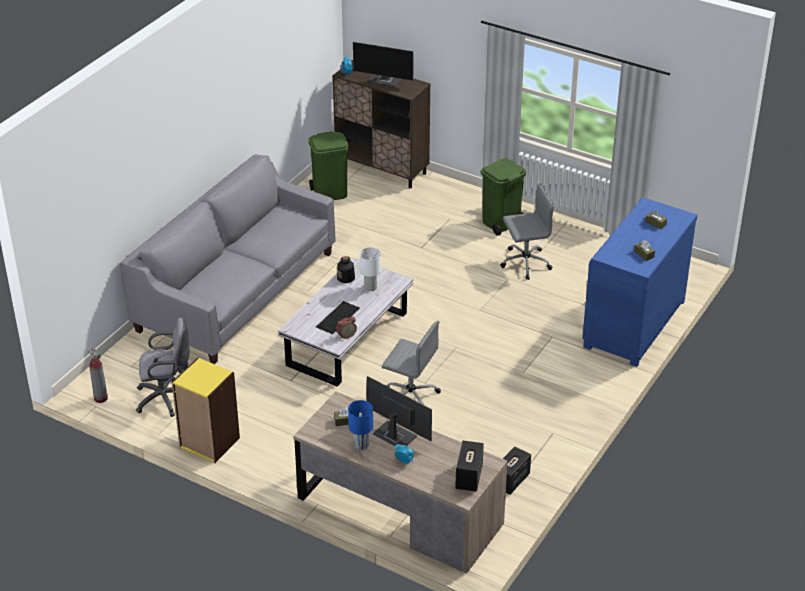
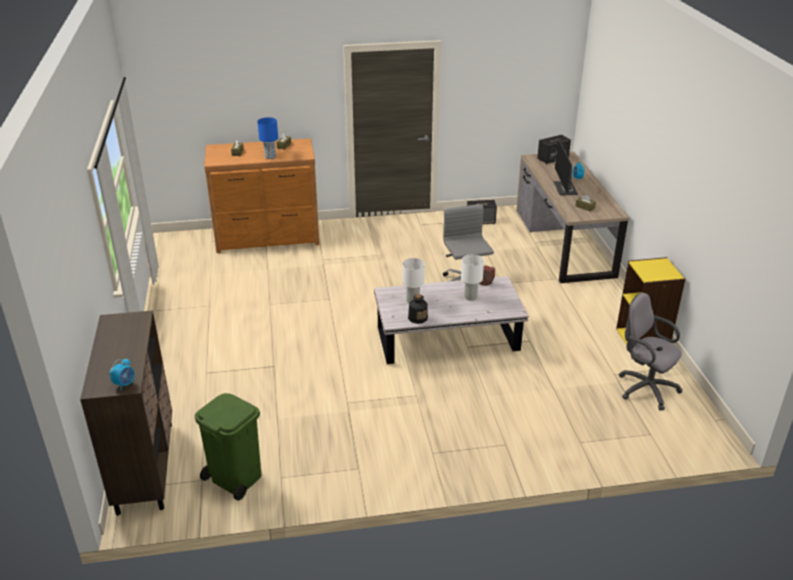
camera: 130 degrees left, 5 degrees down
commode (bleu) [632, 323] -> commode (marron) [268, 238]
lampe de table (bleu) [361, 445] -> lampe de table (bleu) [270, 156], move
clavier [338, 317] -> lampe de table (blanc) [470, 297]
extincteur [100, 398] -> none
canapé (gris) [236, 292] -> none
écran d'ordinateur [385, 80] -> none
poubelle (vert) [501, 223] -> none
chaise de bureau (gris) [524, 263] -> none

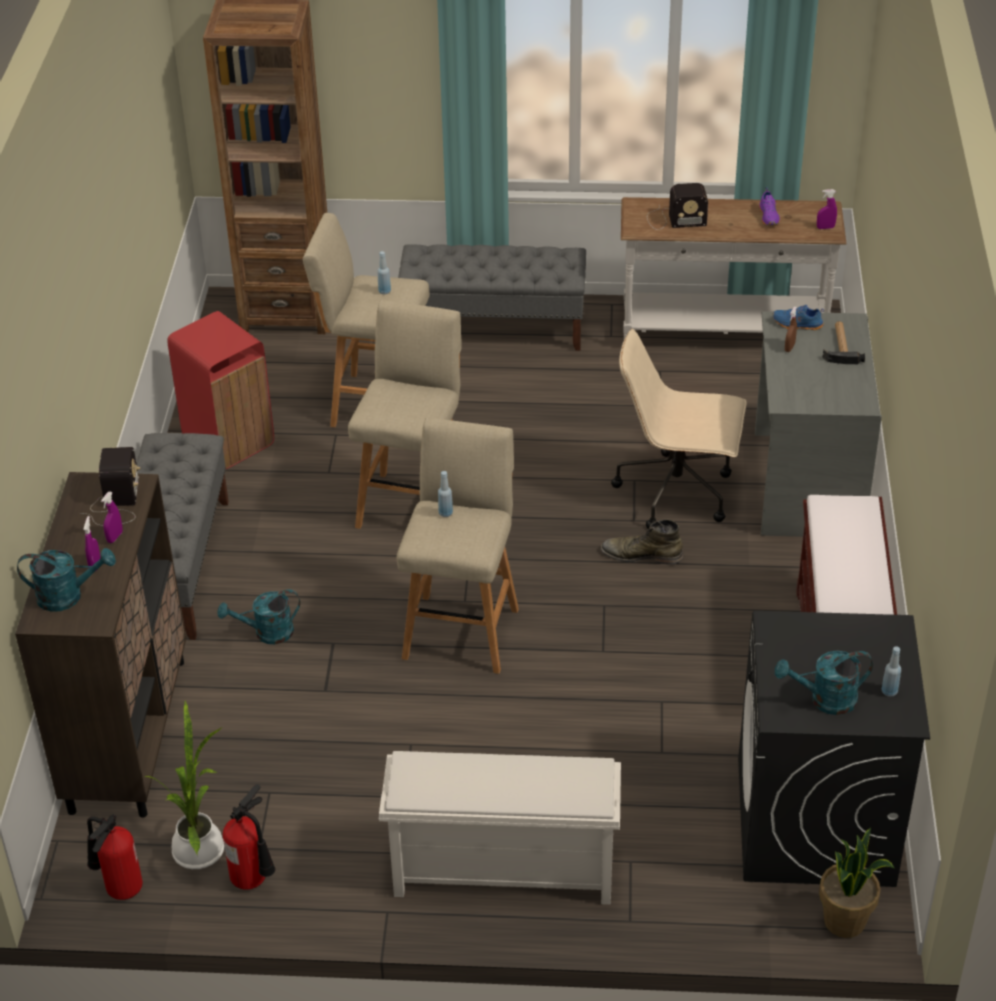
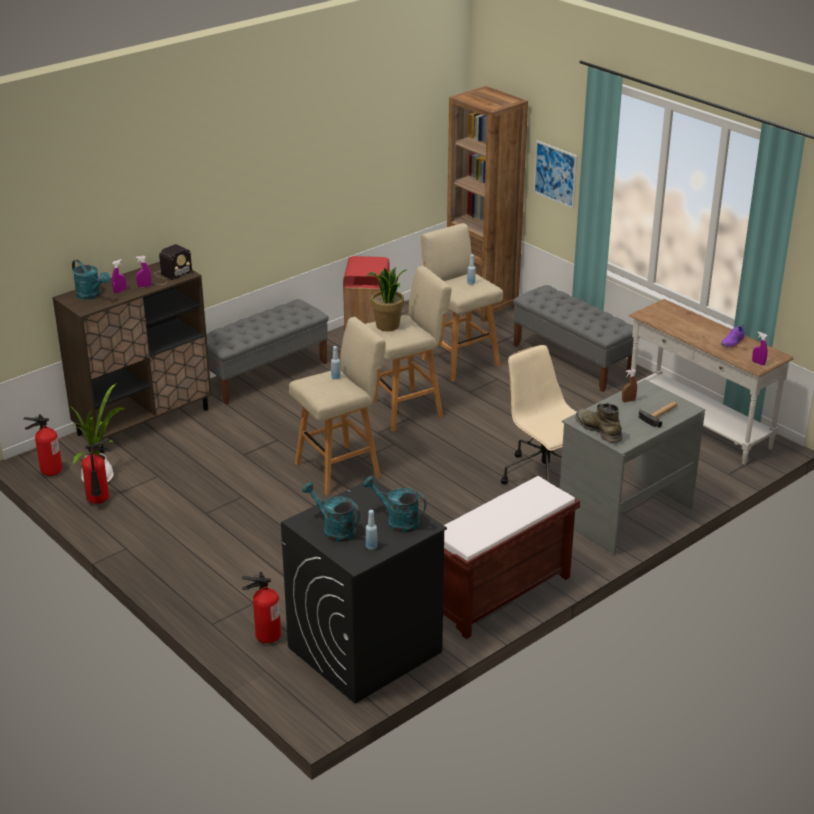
camera: 45 degrees right, 10 degrees down
none -> extincteur [266, 635]
arrosoir (turquoise) [267, 633] -> arrosoir (turquoise) [397, 521], move
plante en pot [845, 921] -> plante en pot [387, 326], move
none -> tableau [555, 174]
botte (vert) [641, 554] -> botte (vert) [598, 429], move
étagère à chaussures (blanc) [501, 872] -> none
radio [674, 219] -> none
chaussure (bleu) [797, 325] -> none

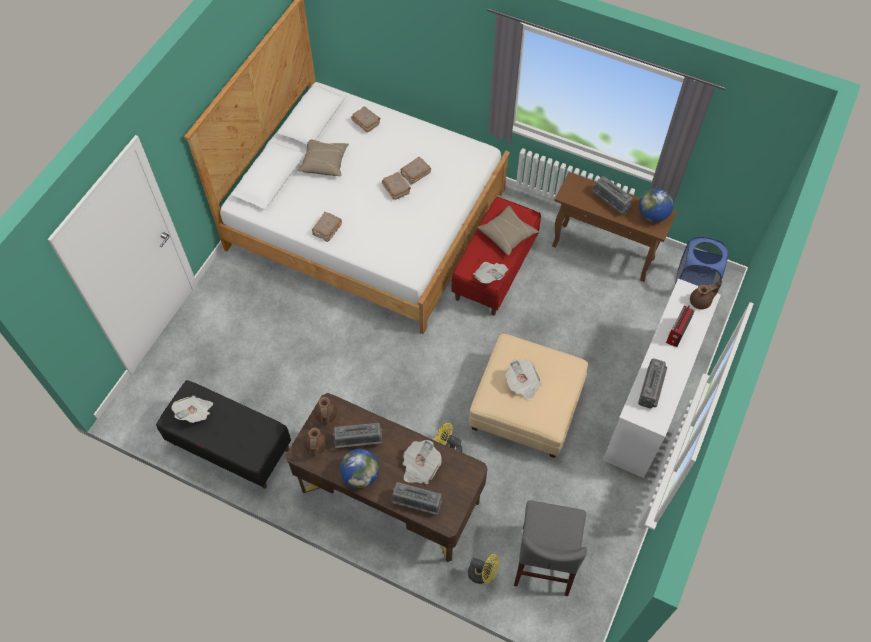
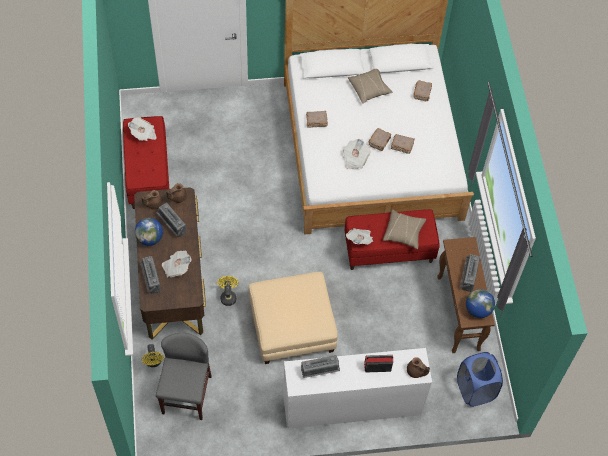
camera: 55 degrees right, 0 degrees up
banc (noir) [230, 446] -> banc (rouge) [148, 173]
chaise (gris) [545, 560] -> chaise (gris) [186, 395], 120 degrees clockwise
journal [522, 384] -> journal [355, 159], move

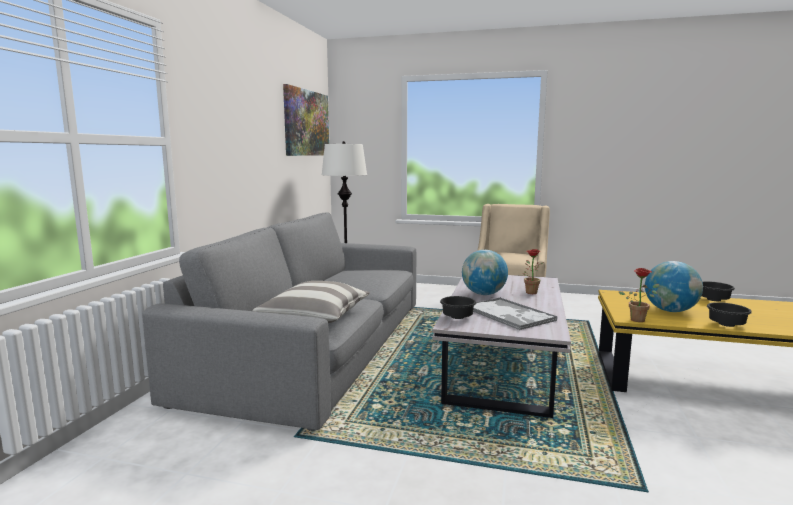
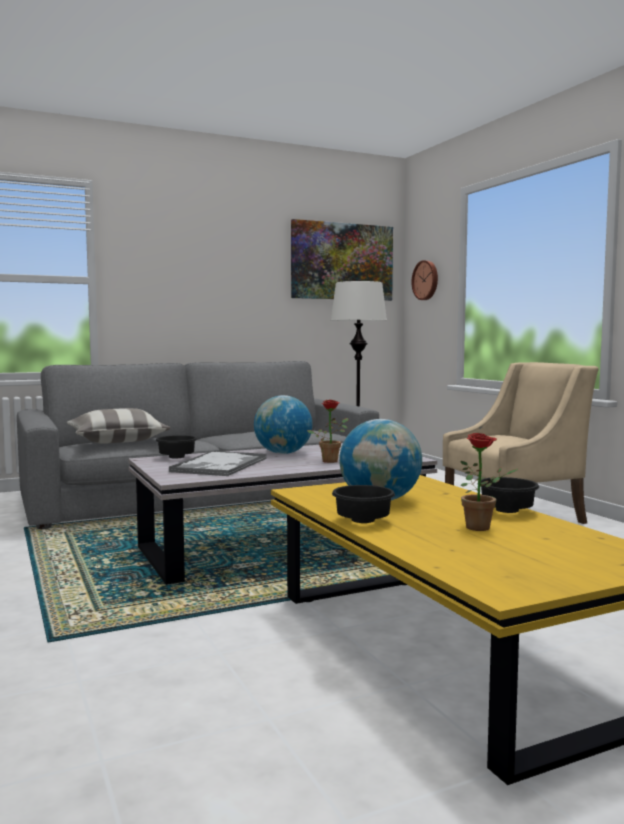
camera: 50 degrees right, 5 degrees down
none -> horloge murale [426, 280]
plante en pot [639, 319] -> plante en pot [483, 528], move

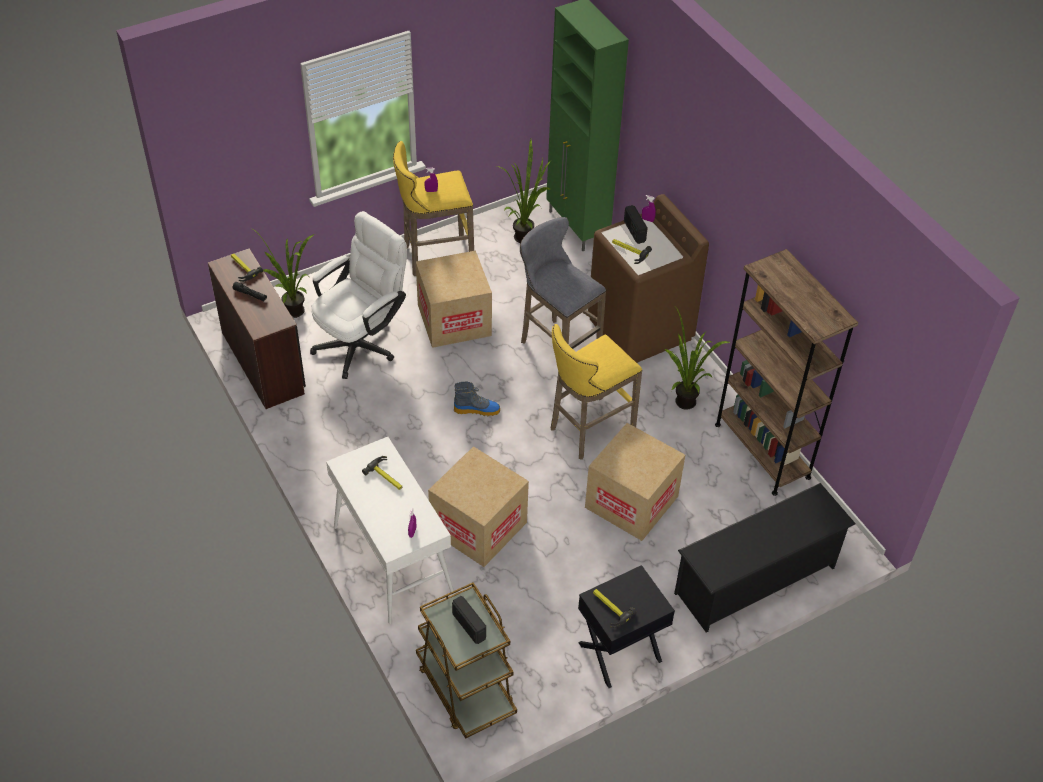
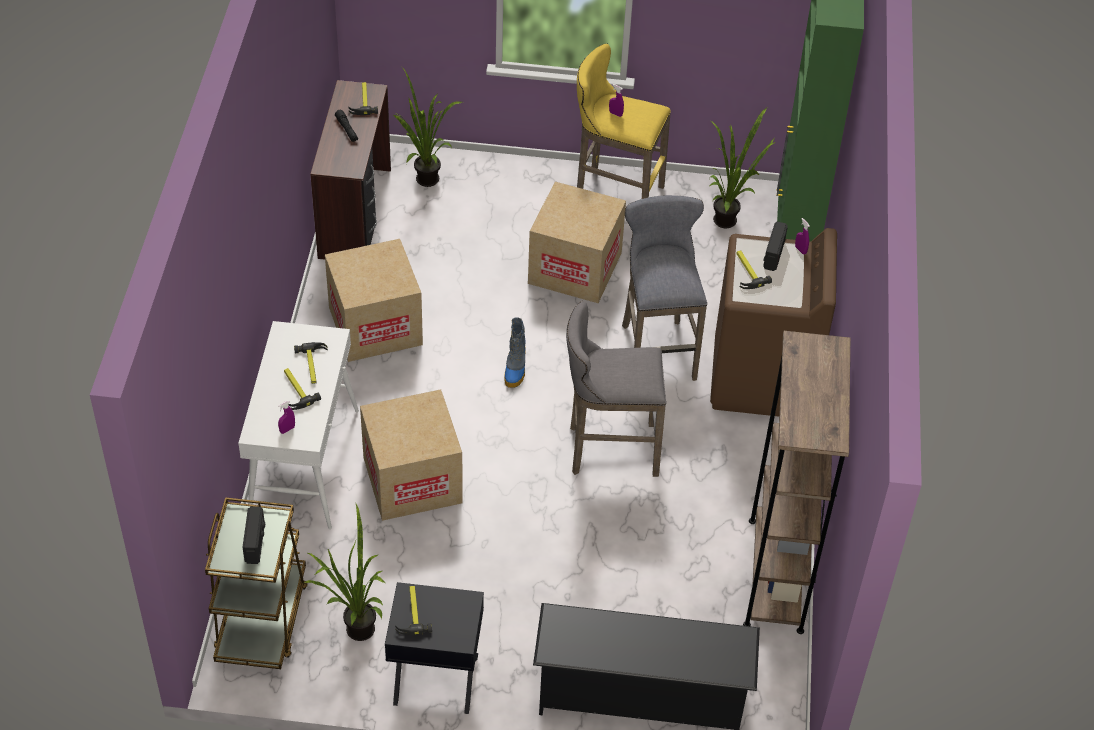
camera: 35 degrees right, 0 degrees up
none -> marteau [295, 390]
plante en pot [683, 406] -> plante en pot [353, 632], move
carton [631, 502] -> carton [375, 326], move
botte [477, 410] -> botte [515, 368], 60 degrees clockwise
tabouret (jaune) [588, 430] -> tabouret (gris) [608, 450]
chaise de bureau (blanc) [362, 342] -> none

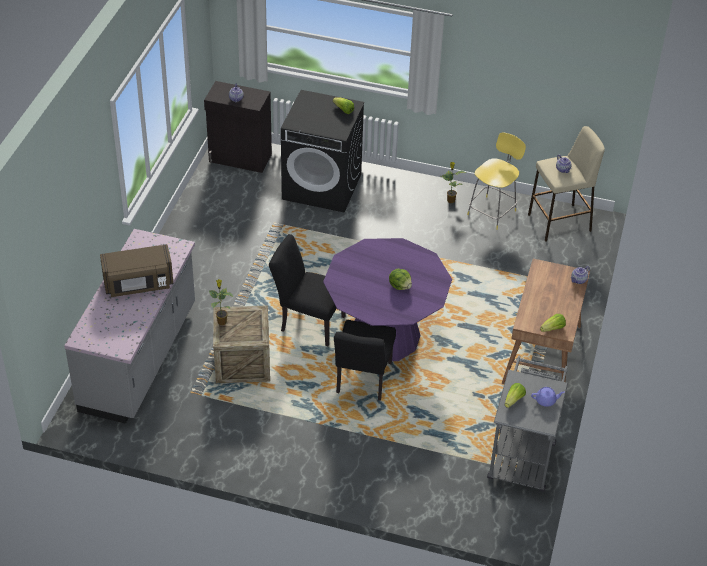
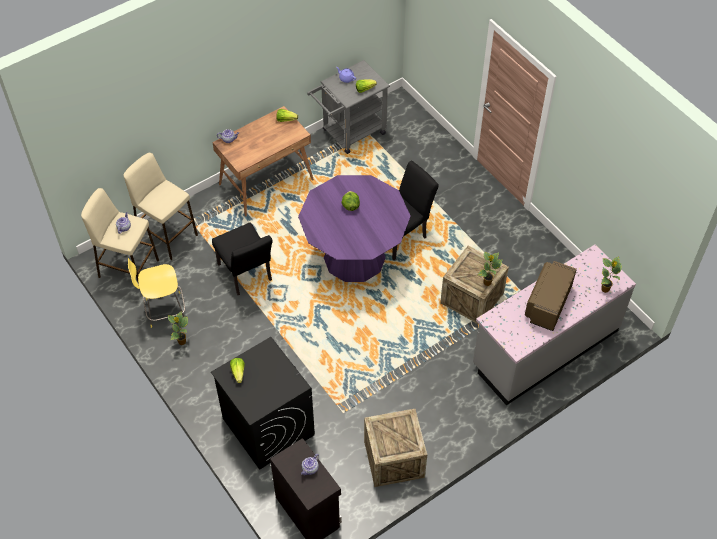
camera: 140 degrees left, 10 degrees up
none -> tabouret (beige) [167, 235]
chaise (noir) [308, 322] -> chaise (noir) [247, 275], move
none -> caisse [394, 459]
micro-ondes (marron) [138, 284] -> micro-ondes (marron) [548, 303], 90 degrees counterclockwise
none -> plante en pot [605, 290]

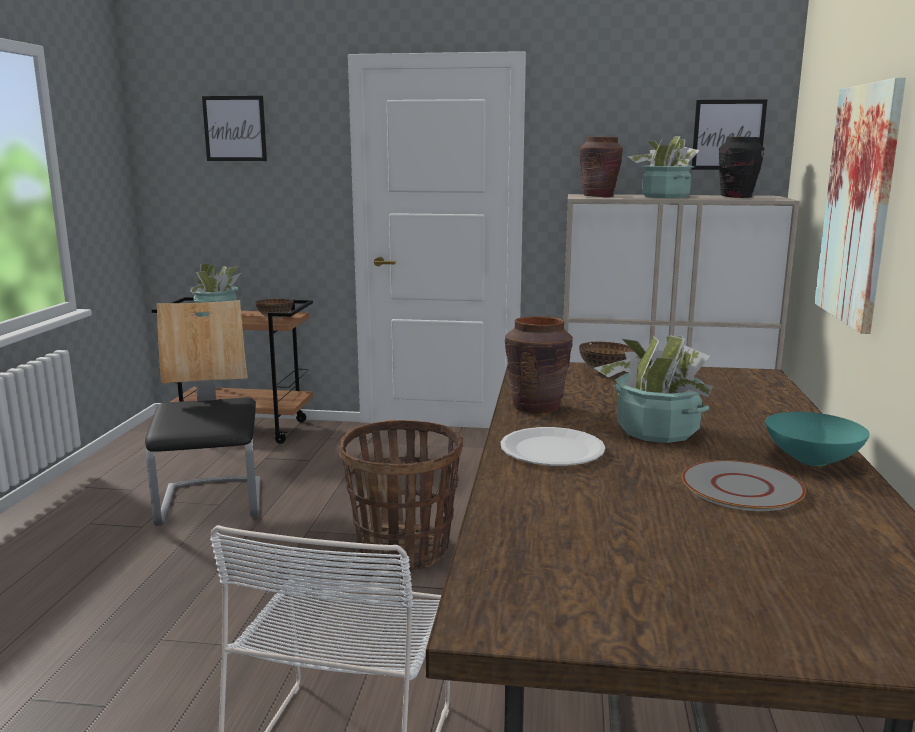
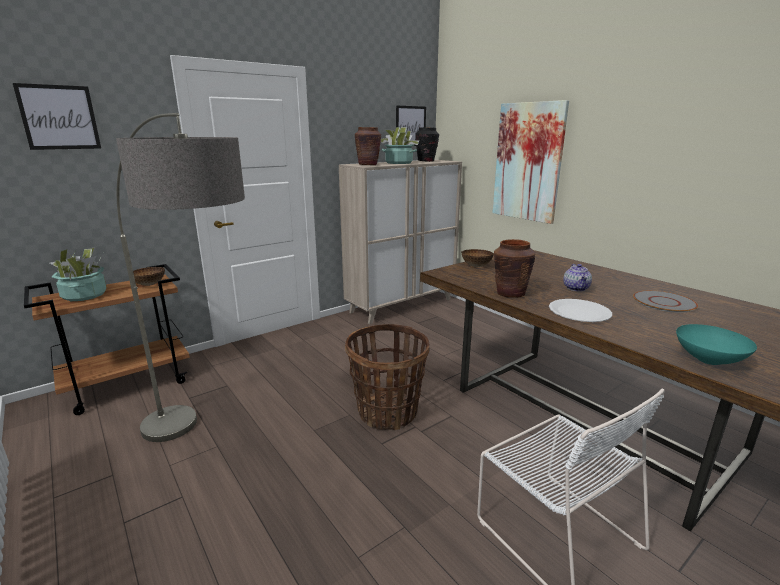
camera: 45 degrees left, 5 degrees up
chaise [212, 502] -> lampadaire [208, 448]
plante en pot [657, 430] -> théière [576, 288]
bol (turquoise) [813, 461] -> bol (turquoise) [710, 360], move

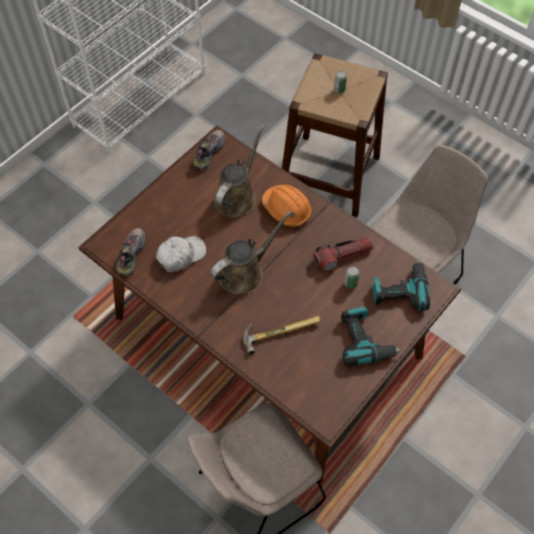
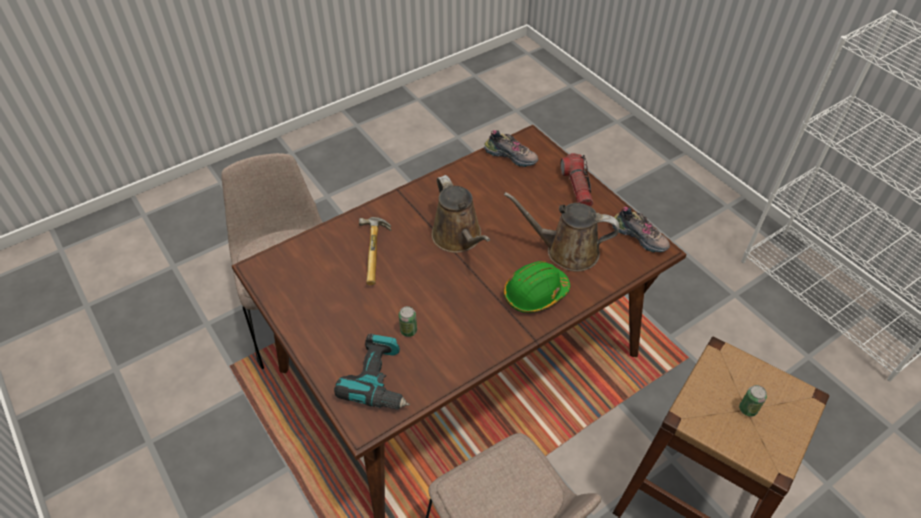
camera: 105 degrees right, 10 degrees down
casque de chantier (orange) [287, 209] -> casque de chantier (vert) [535, 293]
arrosoir (marron) [237, 196] -> arrosoir (marron) [566, 251], 150 degrees clockwise
lampe de poche [342, 256] -> lampe de poche [577, 187], move
casquette (blanc) [180, 255] -> none
perceuse [365, 340] -> none

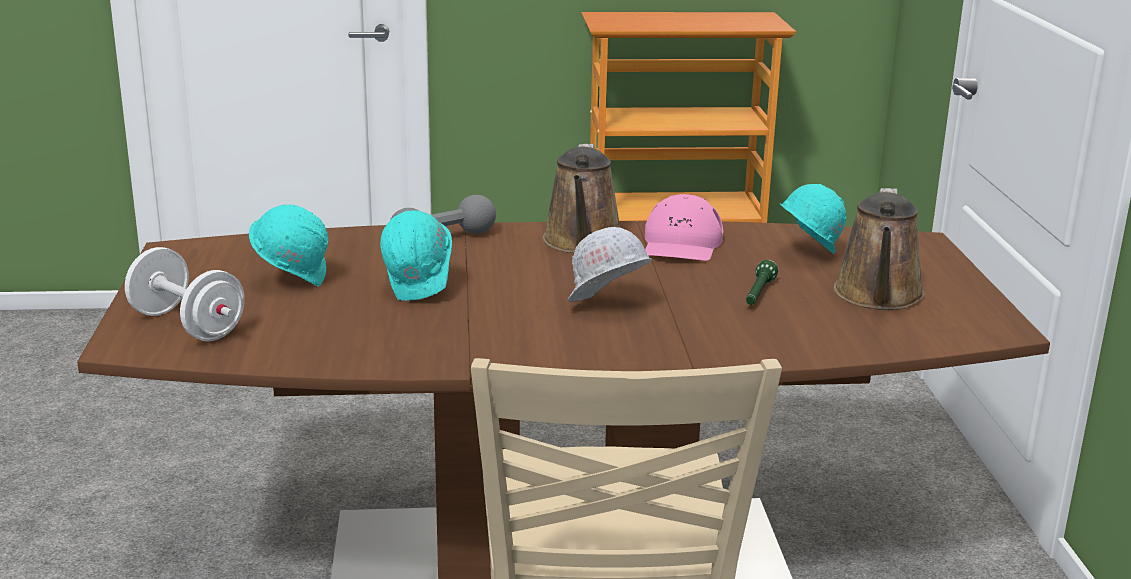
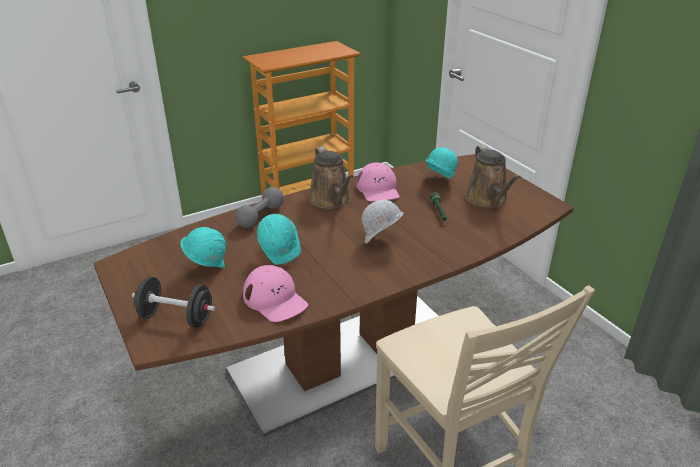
camera: 25 degrees left, 10 degrees up
haltère (blanc) [187, 325] -> haltère (noir) [176, 317]
none -> casquette (rose) [275, 299]

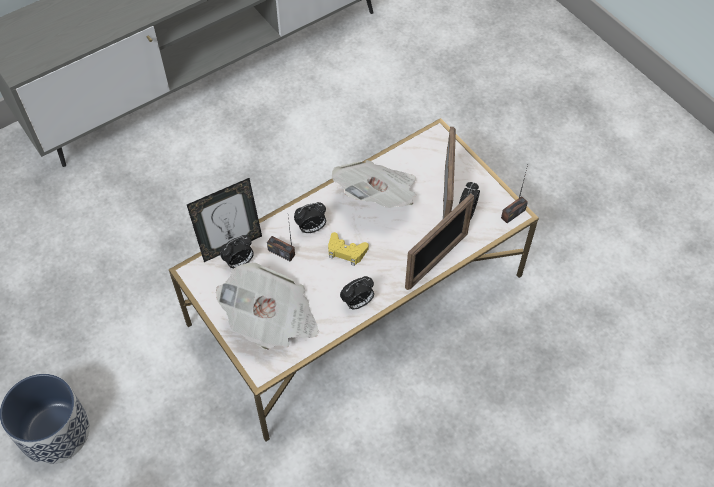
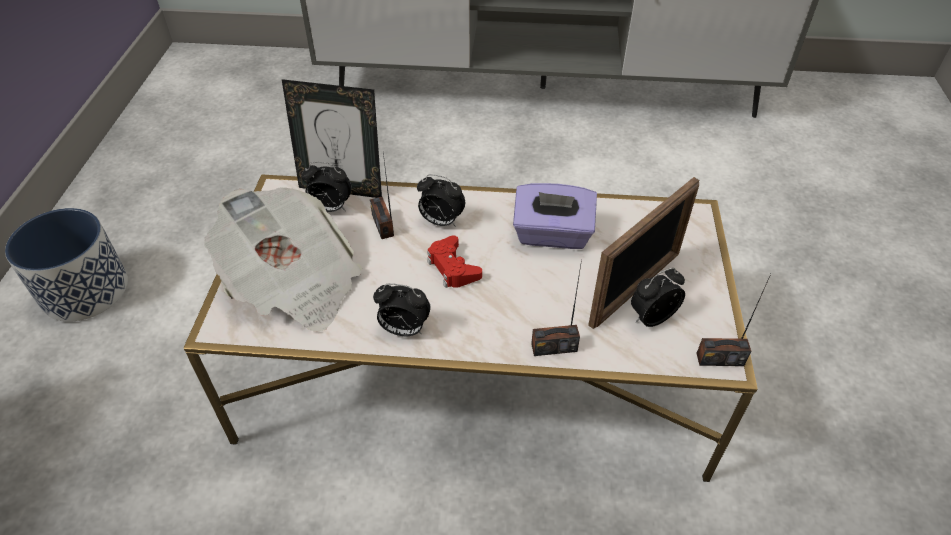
camera: 40 degrees right, 10 degrees down
manette (jaune) [346, 251] -> manette (rouge) [453, 267]
journal [378, 197] -> boîte à mouchoirs (violet) [552, 235]
cadre photo [437, 260] -> radio [554, 347]

